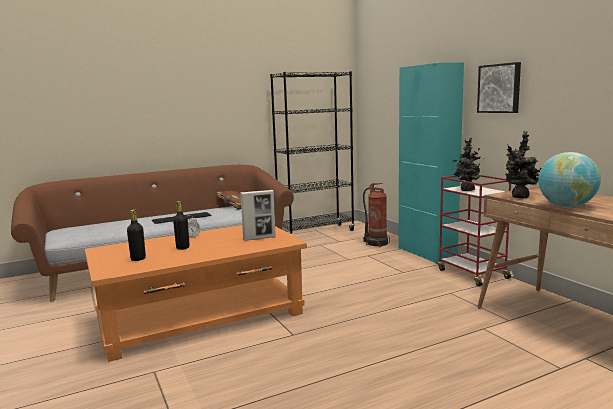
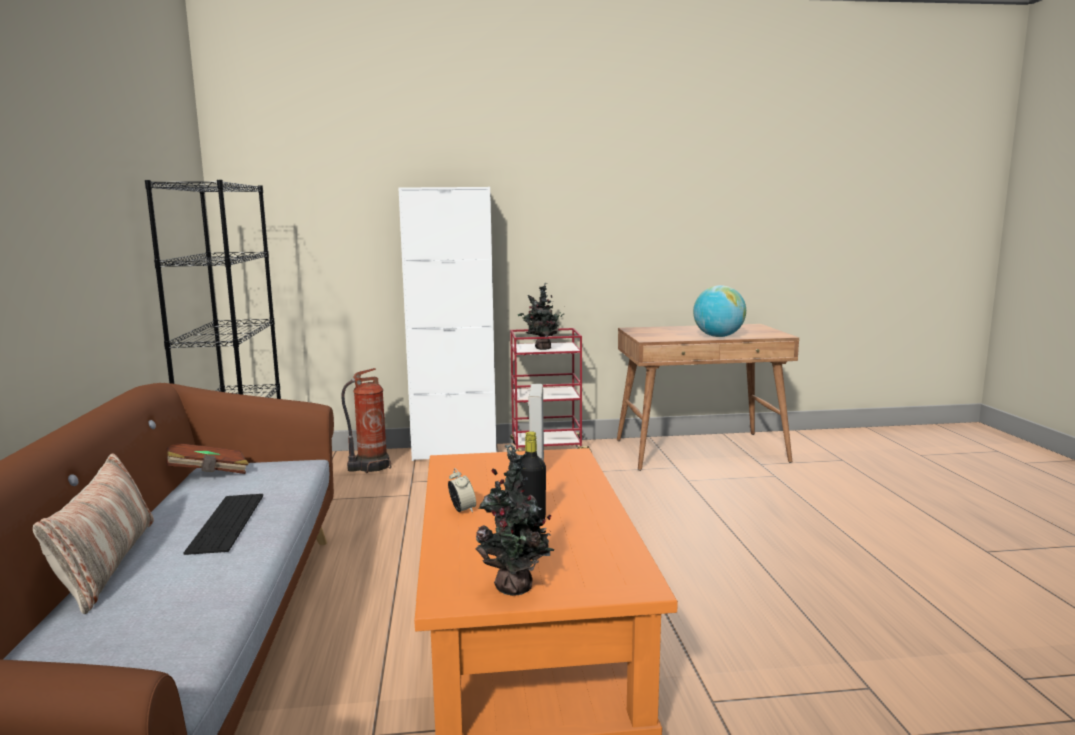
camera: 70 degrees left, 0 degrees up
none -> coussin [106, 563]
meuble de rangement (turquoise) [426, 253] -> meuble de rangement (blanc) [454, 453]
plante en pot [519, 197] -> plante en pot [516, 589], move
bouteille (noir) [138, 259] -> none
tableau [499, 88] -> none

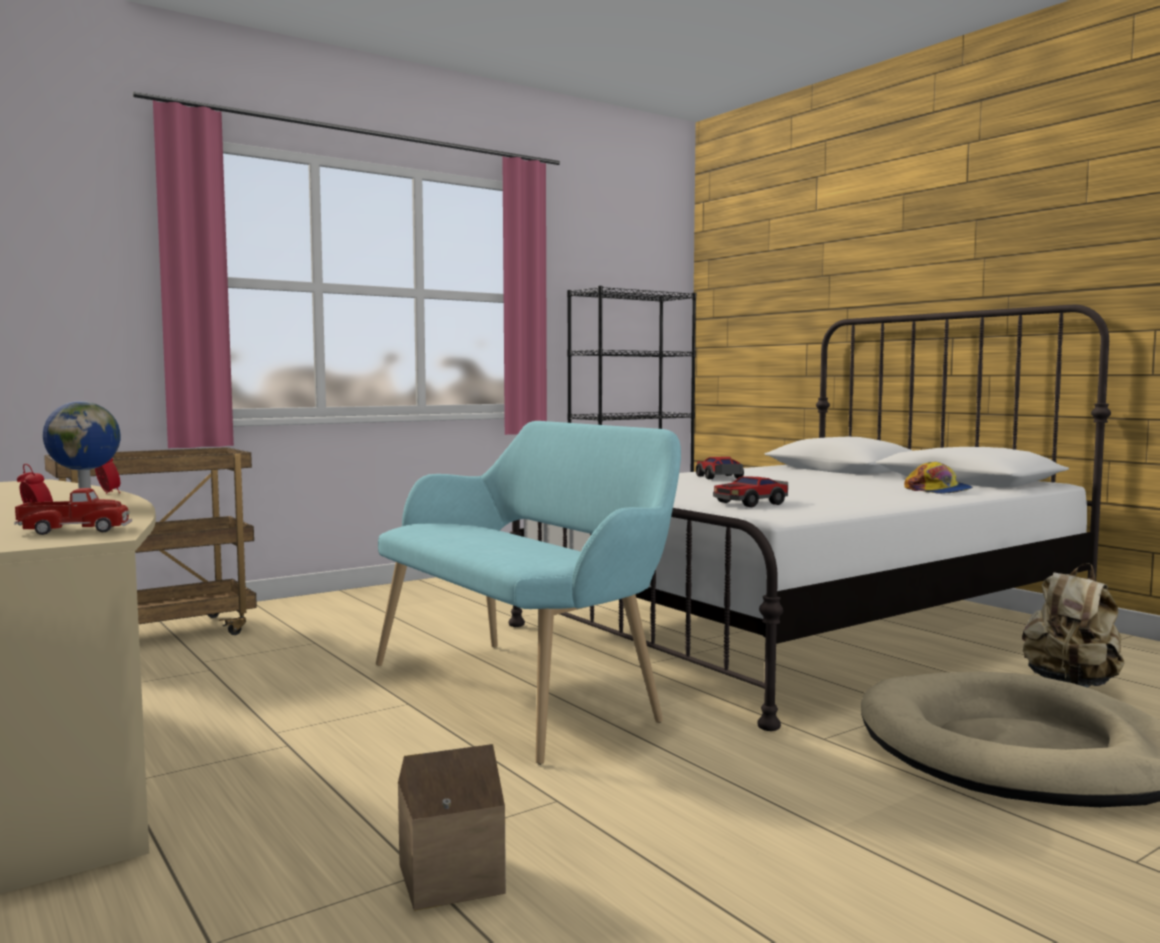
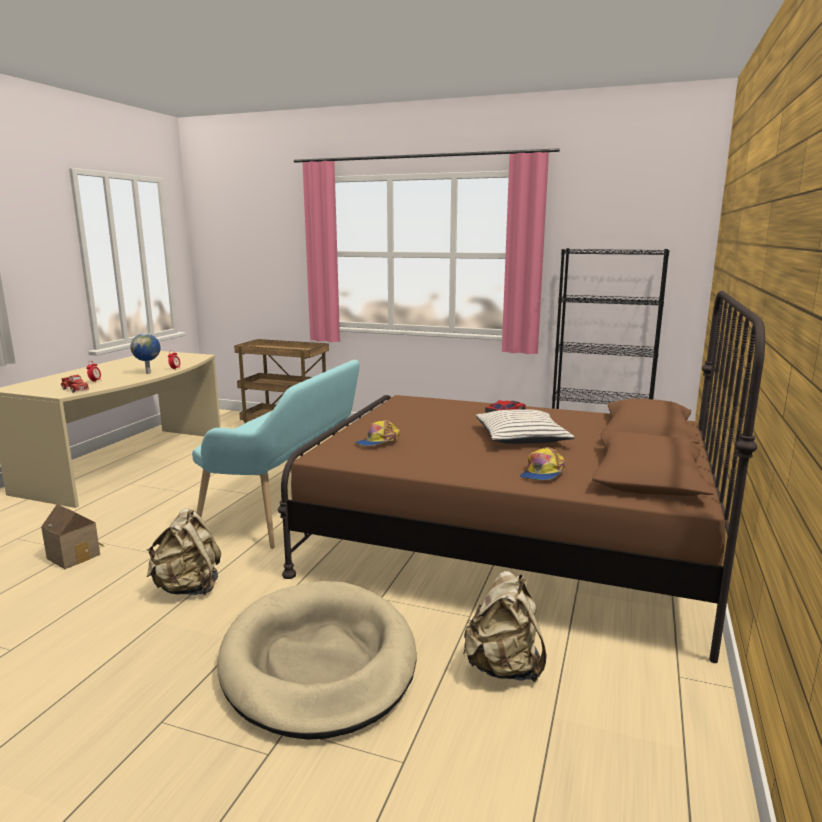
camera: 55 degrees right, 10 degrees up
none -> sac à dos (beige) [188, 588]
lit (blanc) [801, 627] -> lit (marron) [509, 543]
petite voiture [751, 503] -> casquette [378, 442]
none -> coussin (blanc) [521, 437]

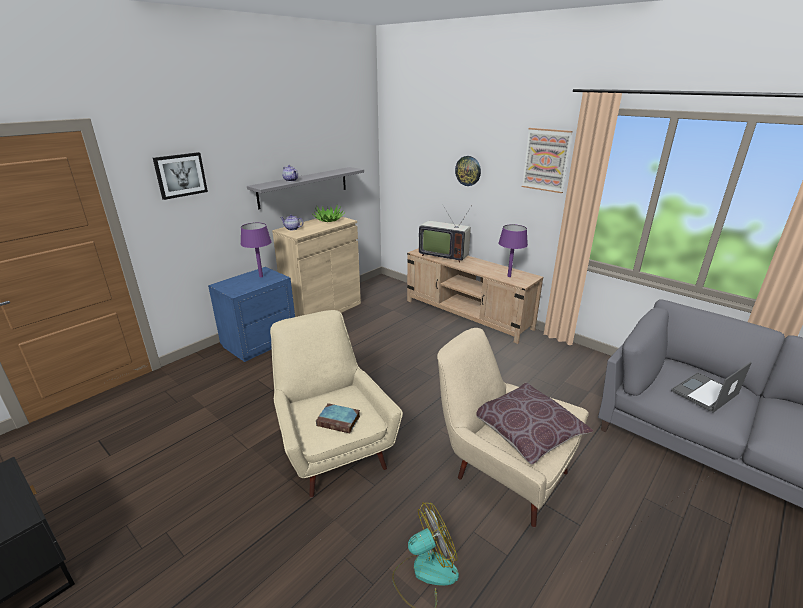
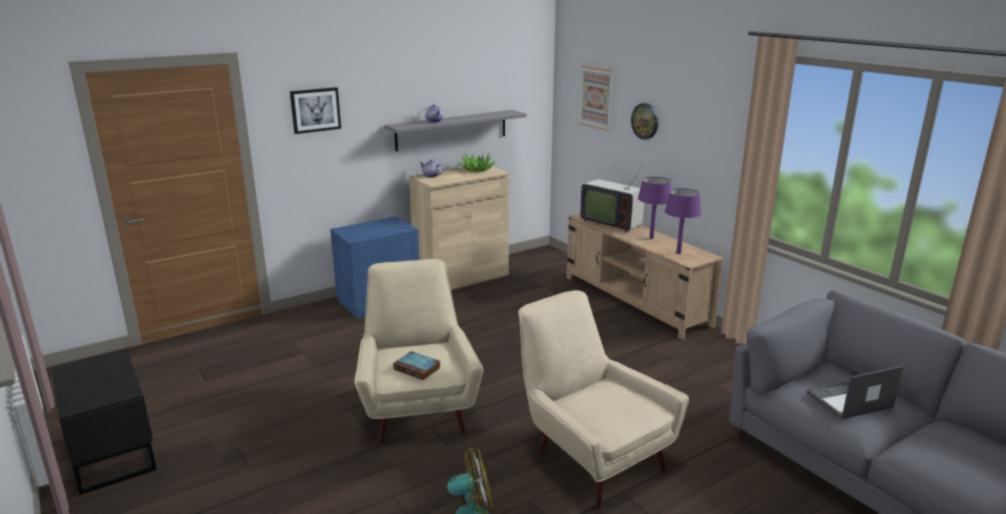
camera: 15 degrees right, 5 degrees down
tableau [546, 160] -> tableau [596, 97], move
lampe de table (violet) [261, 276] -> lampe de table (violet) [651, 238], move
coussin (marron) [526, 431] -> none

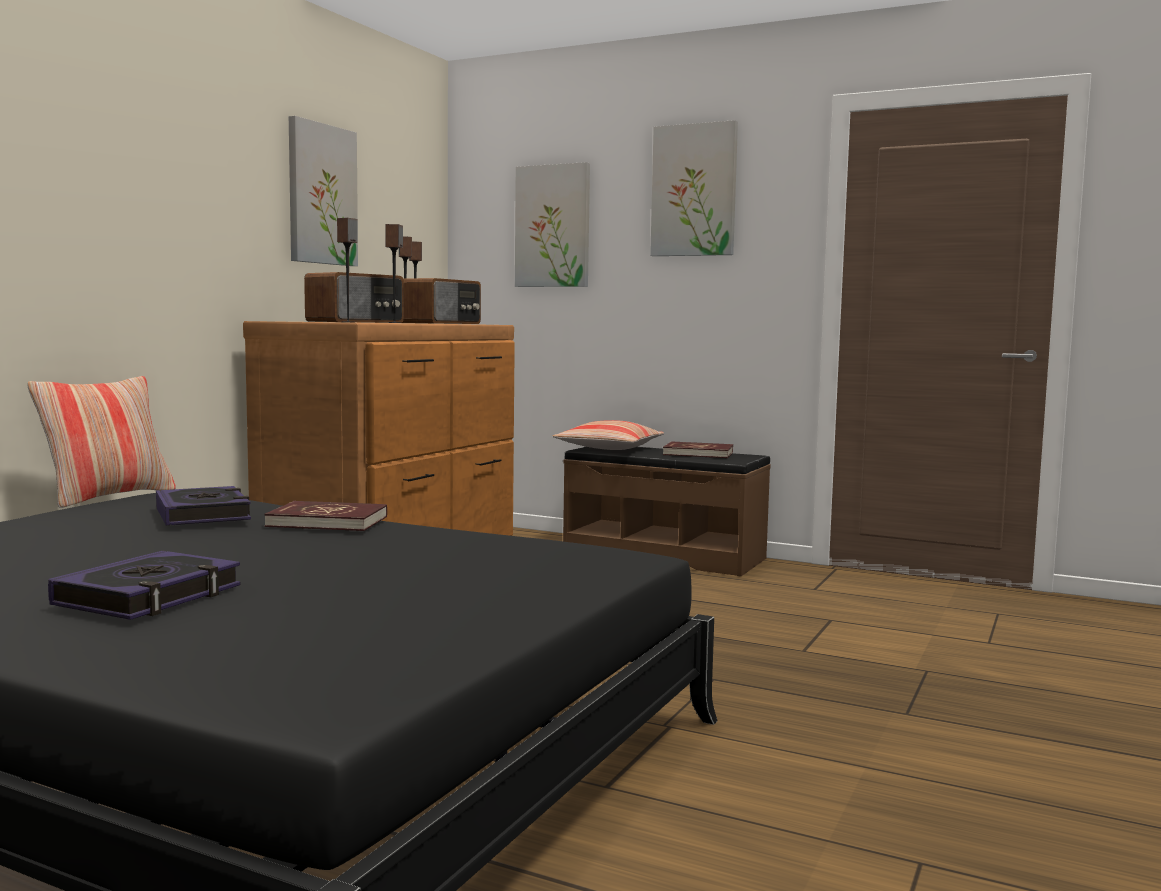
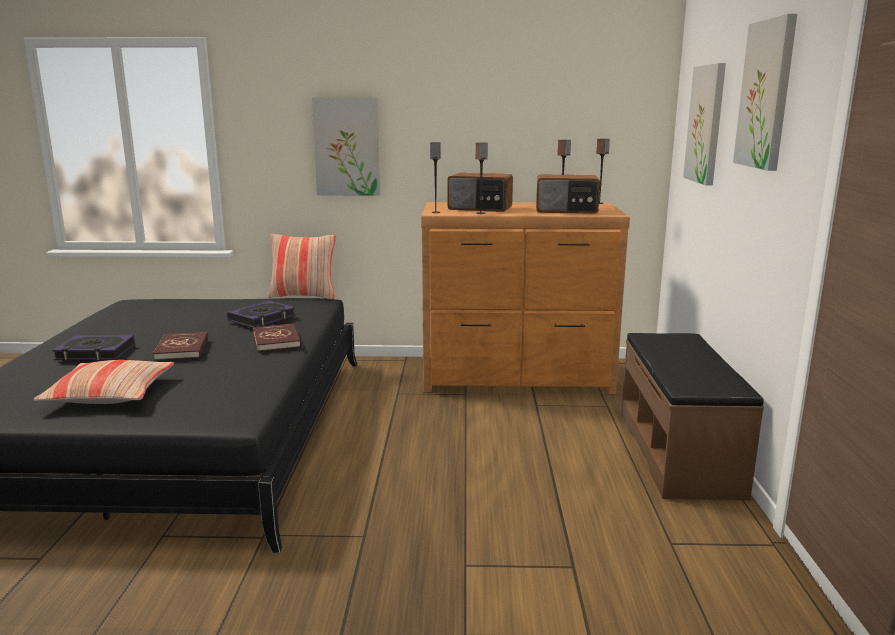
camera: 65 degrees right, 10 degrees up
coussin [609, 448] -> coussin [110, 394], move
livre (rouge) [698, 454] -> livre (rouge) [182, 349], move
tableau [321, 194] -> tableau [347, 147], move

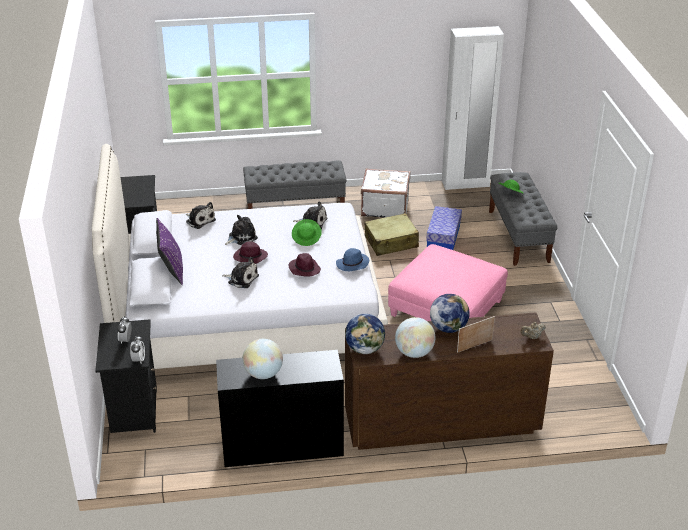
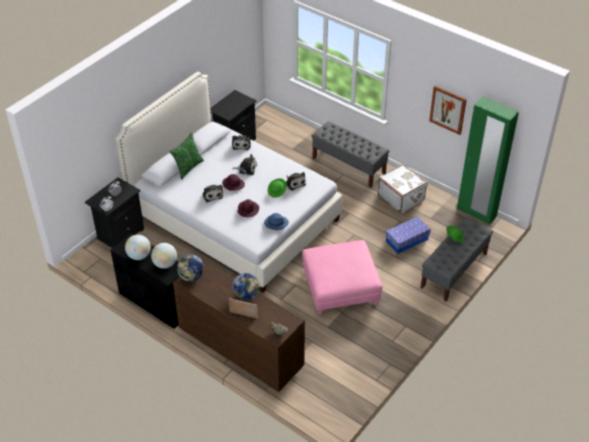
camera: 45 degrees right, 10 degrees up
globe [414, 353] -> globe [165, 264], move
coussin (violet) [172, 271] -> coussin (vert) [188, 168]
none -> tableau [448, 109]
armoire (blanc) [465, 184] -> armoire (vert) [476, 212]
valise (beige) [391, 242] -> none

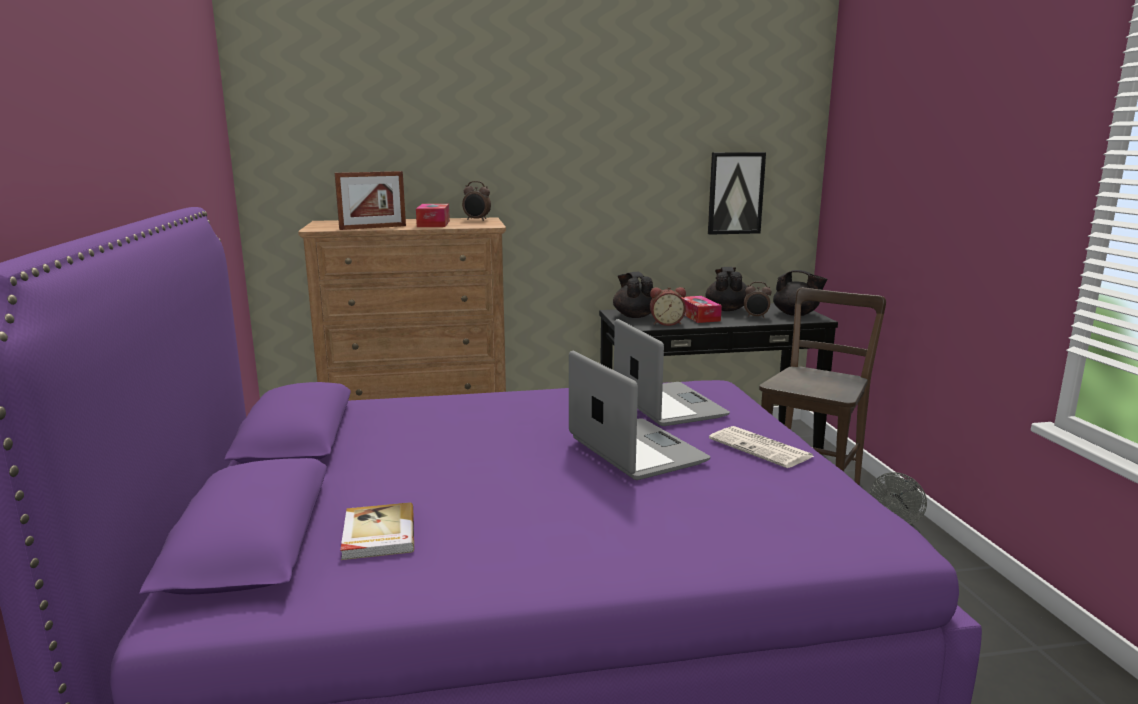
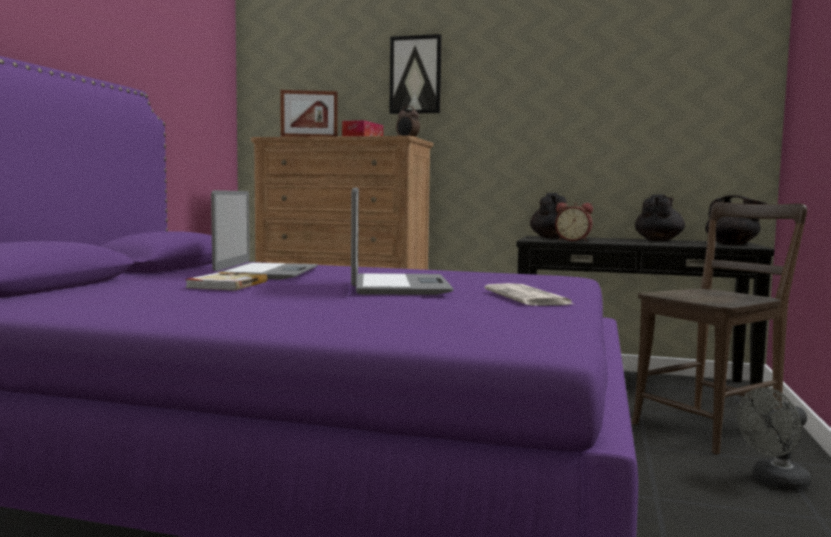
camera: 25 degrees right, 10 degrees down
livre [377, 534] -> livre [226, 285], move
ordinateur portable [667, 405] -> ordinateur portable [267, 273], move
tableau [735, 193] -> tableau [415, 75], move
boîte à mouchoirs [699, 316] -> none
réveil [756, 317] -> none

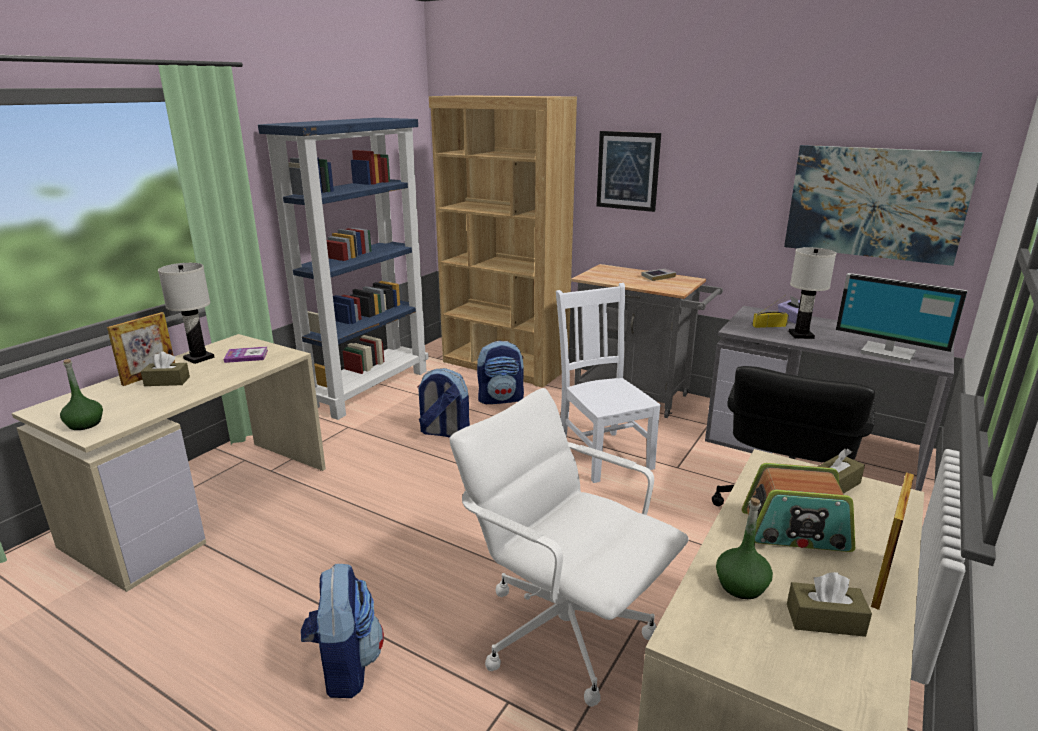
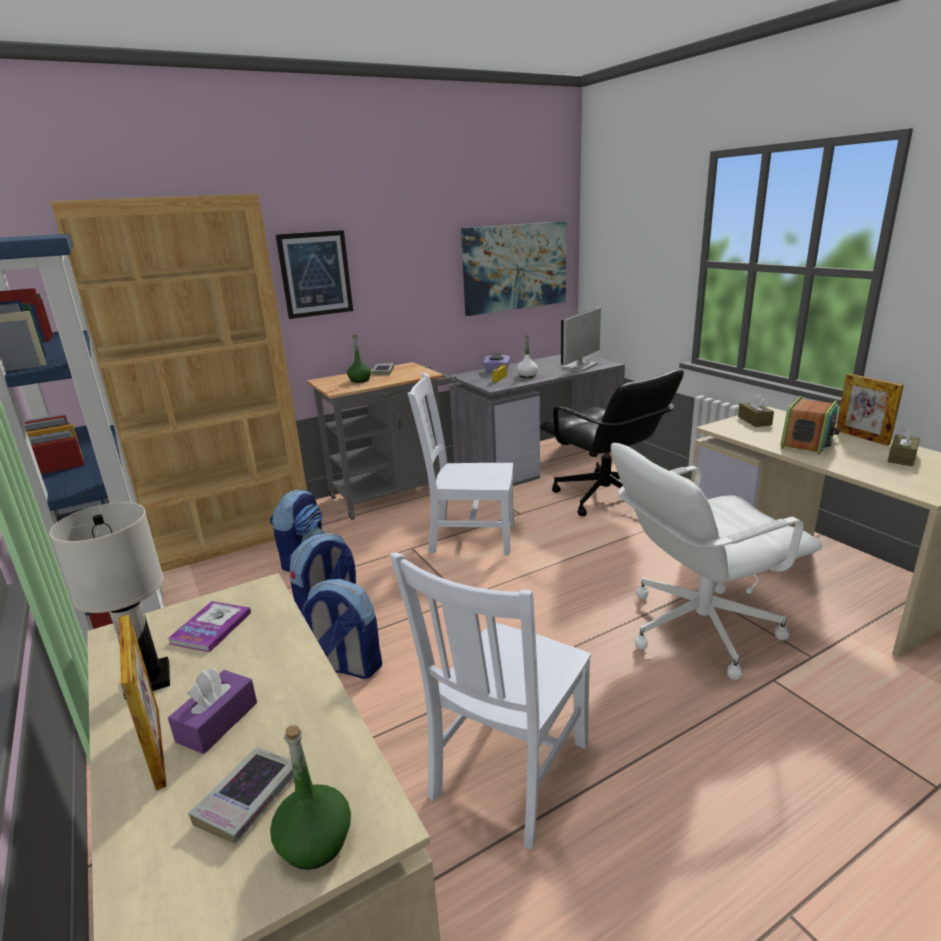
camera: 60 degrees left, 0 degrees up
boîte à mouchoirs (marron) [167, 381] -> boîte à mouchoirs (violet) [217, 722]
none -> livre [248, 798]
sac à dos [345, 666] -> sac à dos [346, 666], move
bouteille (vert) [741, 585] -> bouteille (vert) [360, 380], move
none -> chaise (blanc) [507, 773]
lampe de table (blanc) [800, 335] -> bouteille (blanc) [527, 376]
écran d'ordinateur [888, 352] -> écran d'ordinateur [581, 367], 150 degrees clockwise

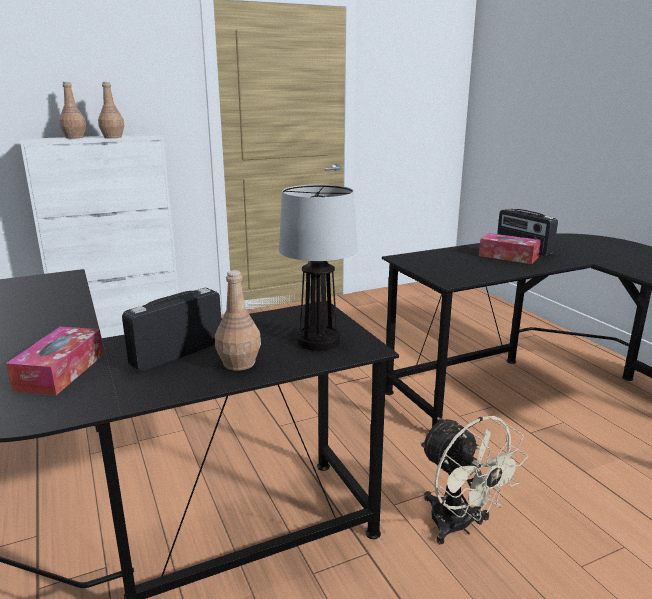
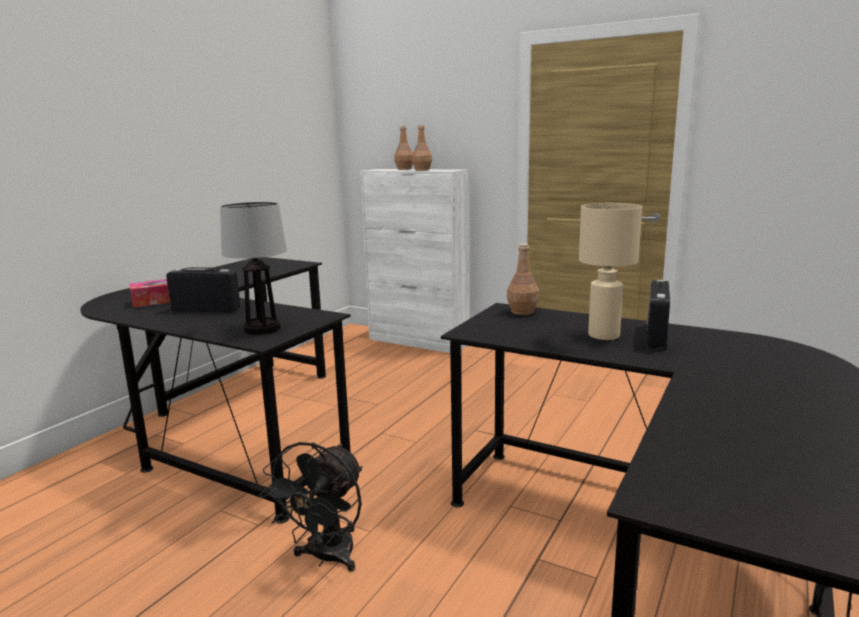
camera: 55 degrees right, 5 degrees down
ventilateur (beige) [459, 526] -> ventilateur (noir) [326, 558]
bouteille (marron) [238, 363] -> bouteille (marron) [522, 311], move
boîte à mouchoirs [508, 256] -> lampe de table (beige) [604, 336]

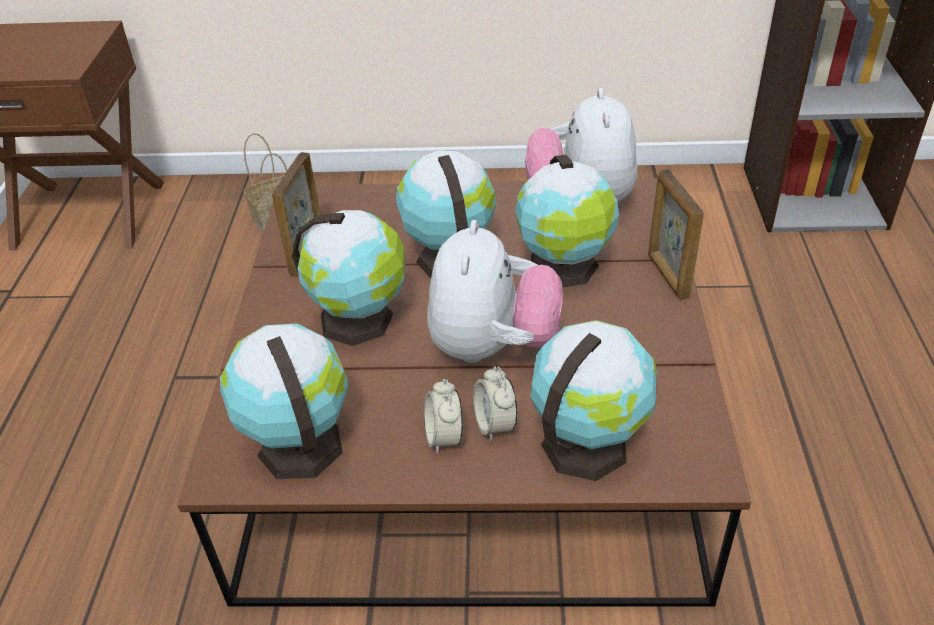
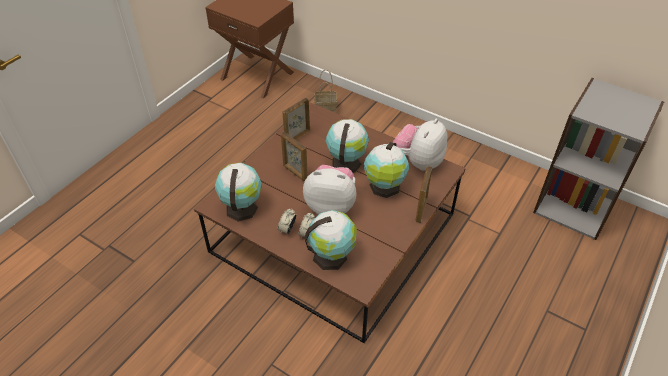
camera: 30 degrees right, 5 degrees up
globe [360, 320] -> cadre photo [295, 172]
peluche [493, 346] -> peluche [331, 205], 120 degrees counterclockwise

